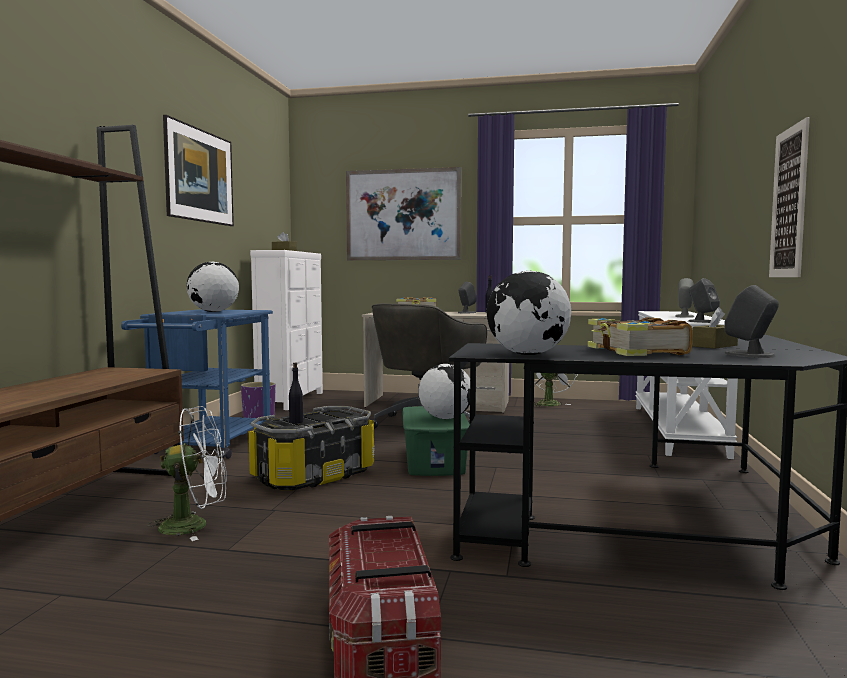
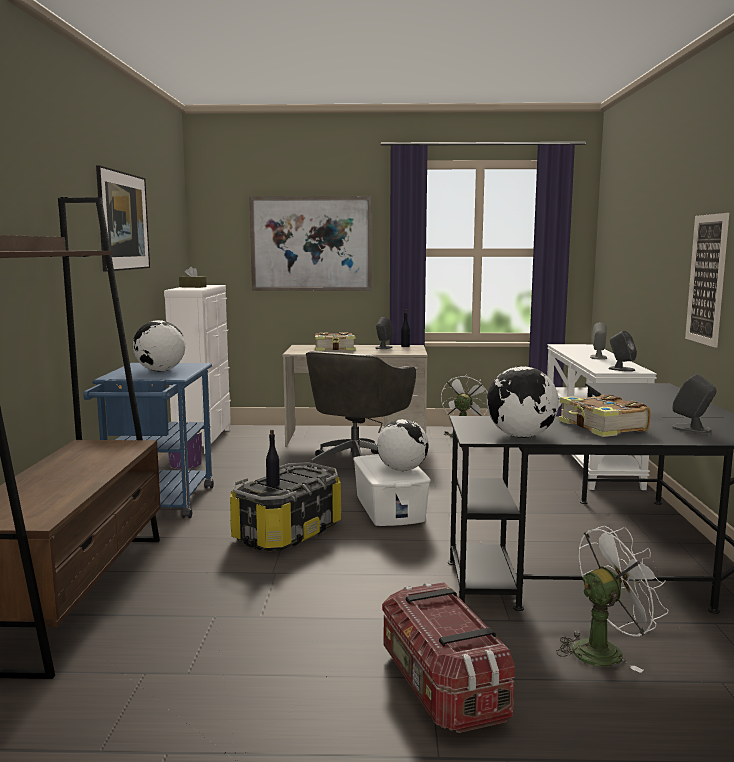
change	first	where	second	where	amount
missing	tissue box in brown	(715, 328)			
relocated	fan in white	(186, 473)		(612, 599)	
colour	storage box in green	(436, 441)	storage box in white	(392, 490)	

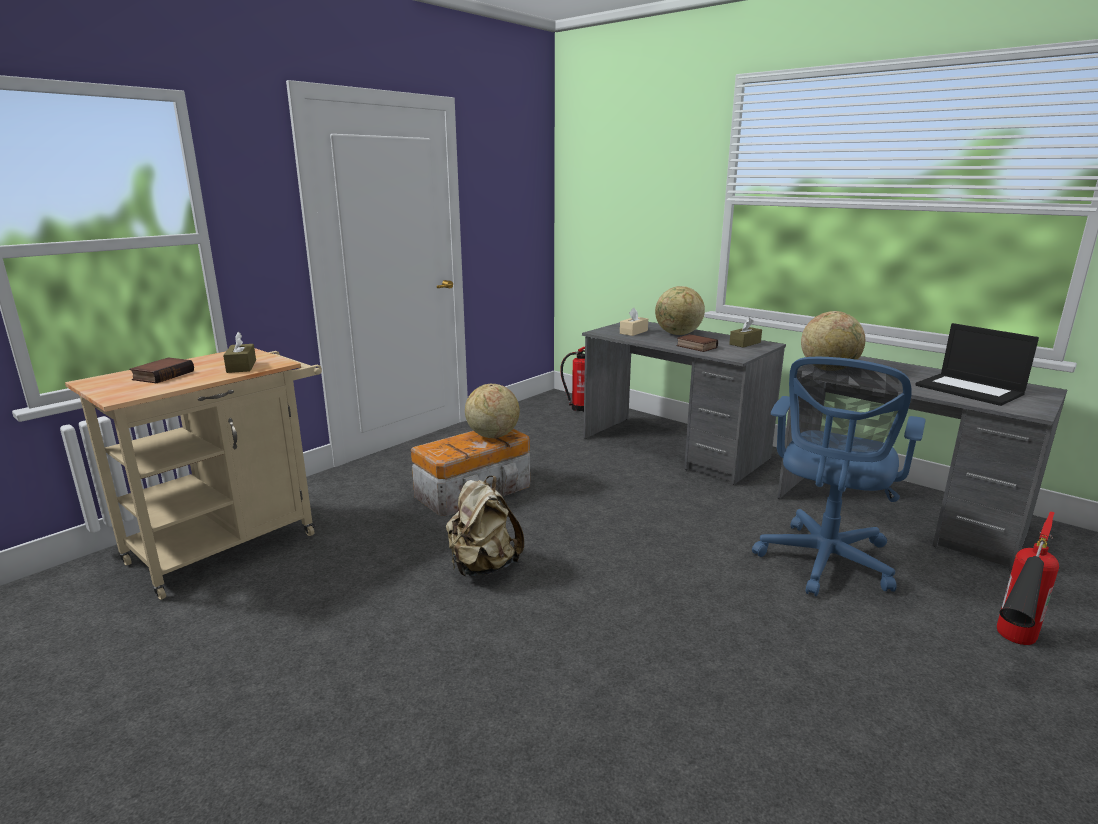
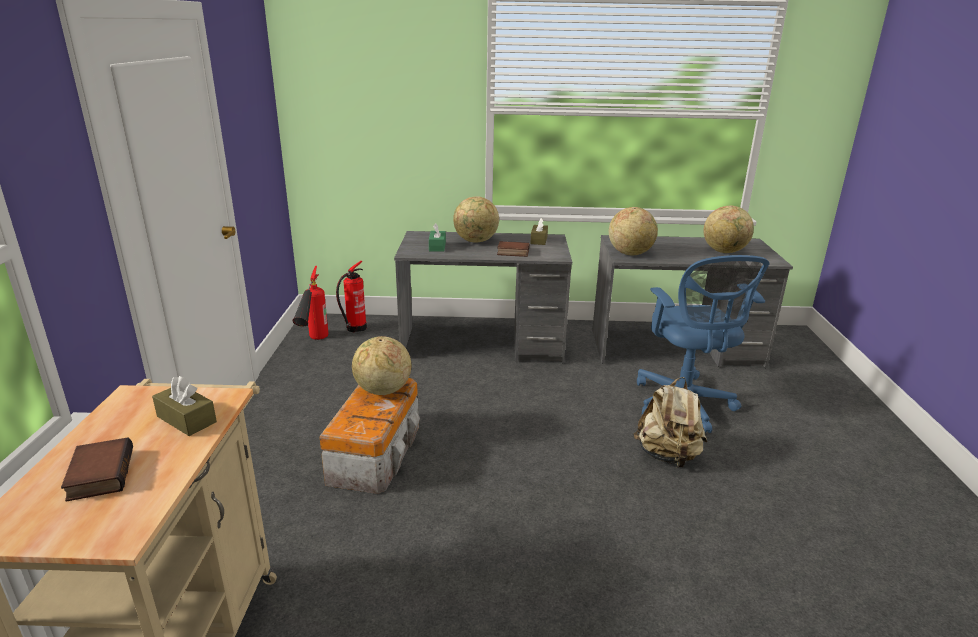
change	first	where	second	where	amount
colour	tissue box in beige	(634, 322)	tissue box in green	(437, 237)	
exchanged	laptop	(977, 364)	globe	(728, 229)	
relocated	backpack in beige	(485, 526)		(670, 422)	
relocated	fire extinguisher	(1028, 578)		(310, 303)	

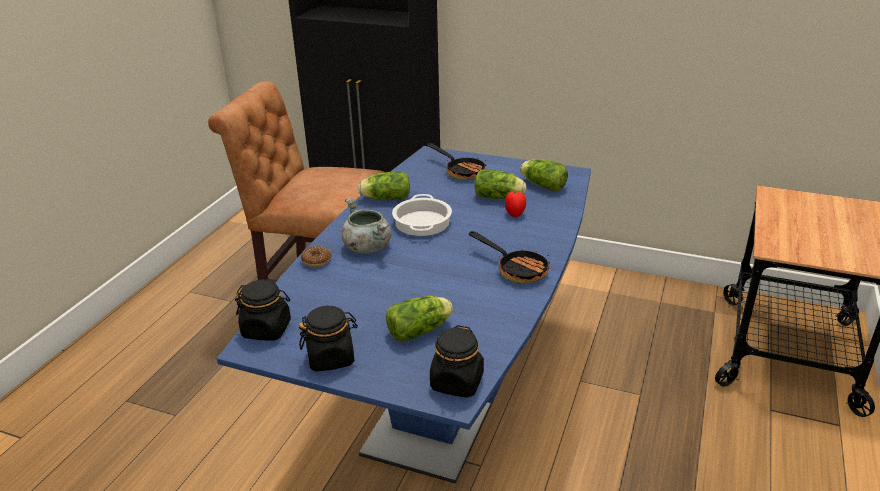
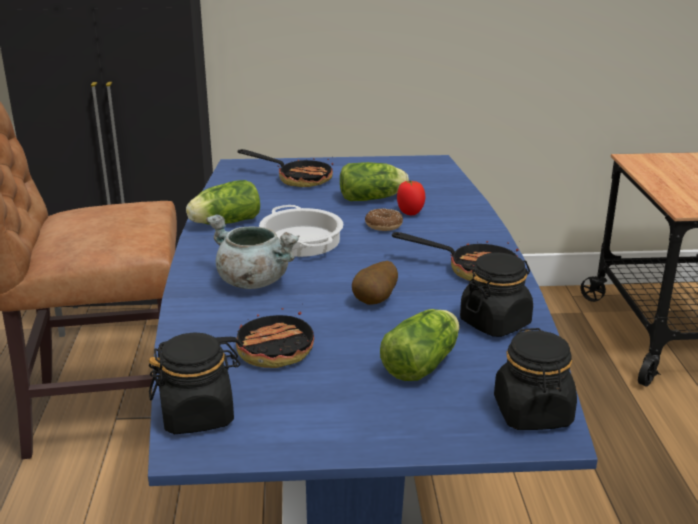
change	first	where	second	where	amount
missing	lettuce	(544, 175)			
relocated	donut	(316, 256)		(384, 219)	
relocated	jar in black	(328, 339)		(496, 295)	
appeared			potato	(375, 283)	
appeared			frying pan	(236, 335)	

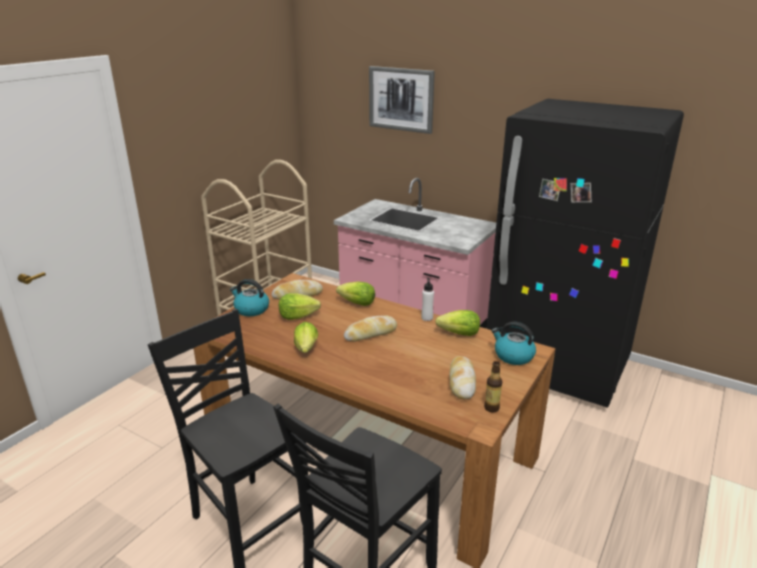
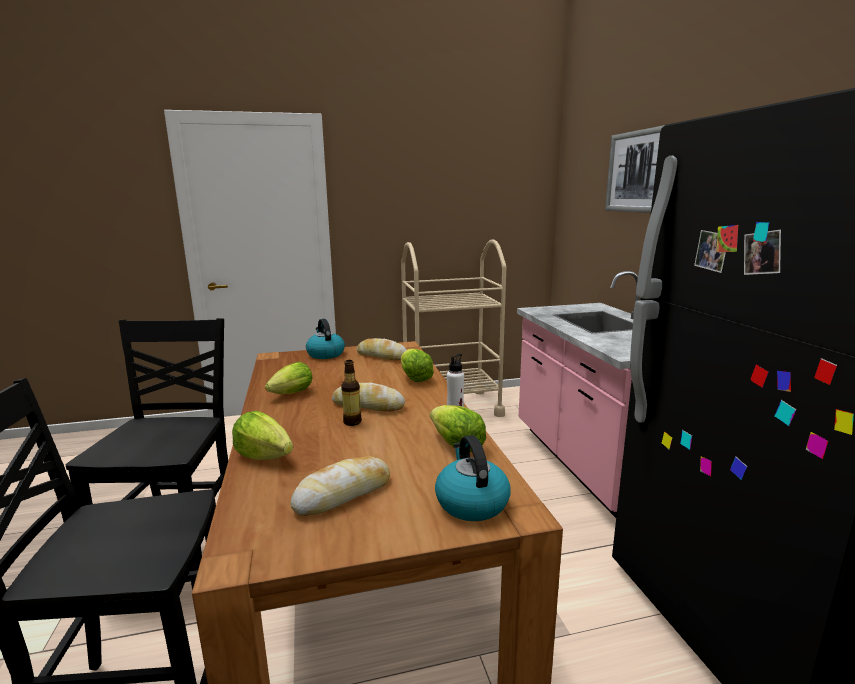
change	first	where	second	where	amount
relocated	lettuce	(300, 306)		(262, 435)	
relocated	bottle	(493, 386)		(351, 393)	

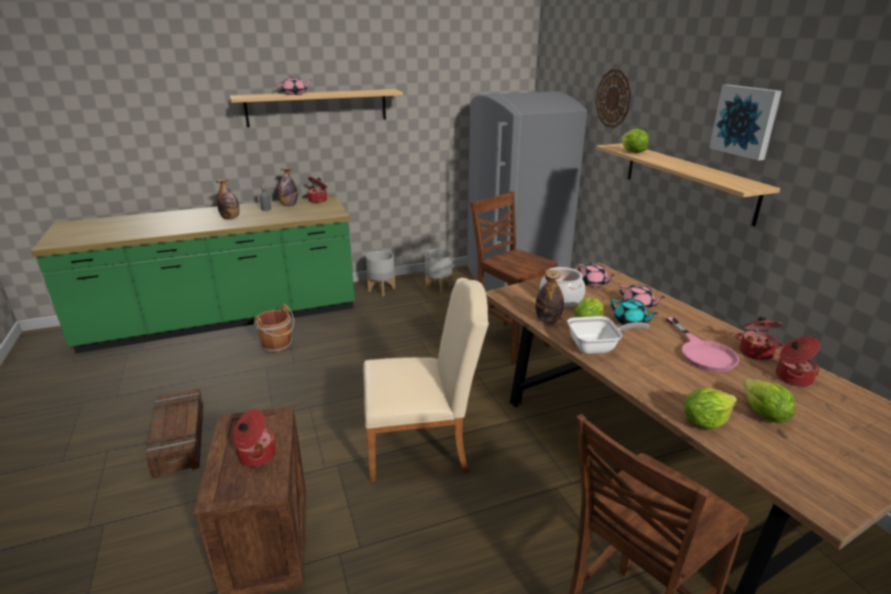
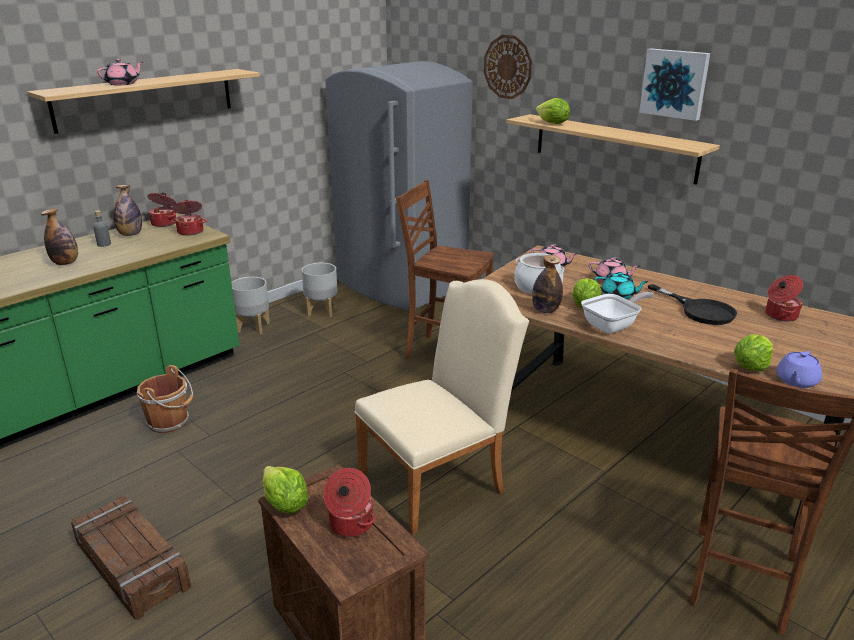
change	first	where	second	where	amount
colour	frying pan in pink	(702, 344)	frying pan in black	(692, 304)	
relocated	cooking pot	(760, 338)		(189, 218)	
relocated	lettuce	(769, 400)		(285, 490)	
appeared			teapot in purple	(799, 369)	

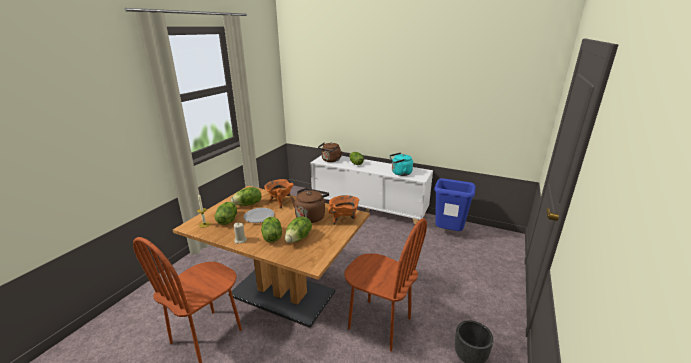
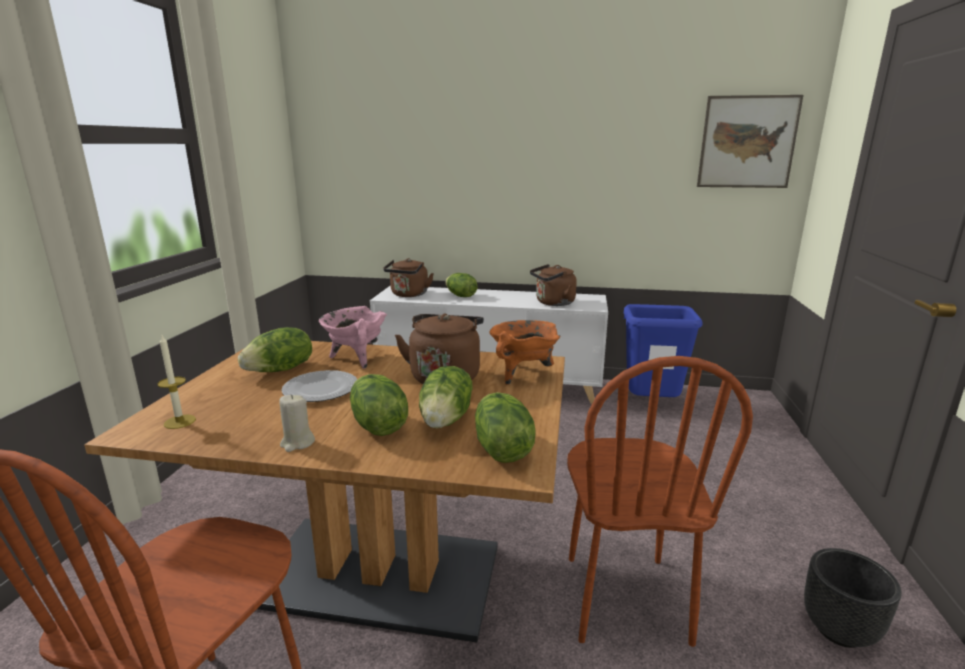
change	first	where	second	where	amount
colour	kettle in turquoise	(401, 164)	kettle in brown	(553, 285)	
colour	cooking pot in orange	(279, 193)	cooking pot in pink	(353, 337)	
relocated	lettuce	(226, 213)		(505, 427)	
spun	chair in brown	(385, 284)		(660, 501)	75 degrees clockwise
appeared			picture	(750, 141)	

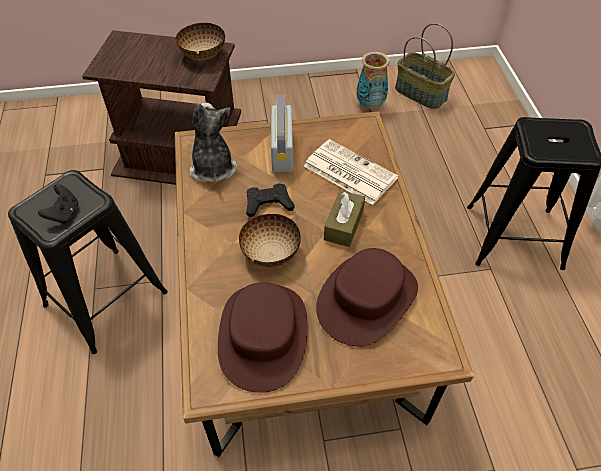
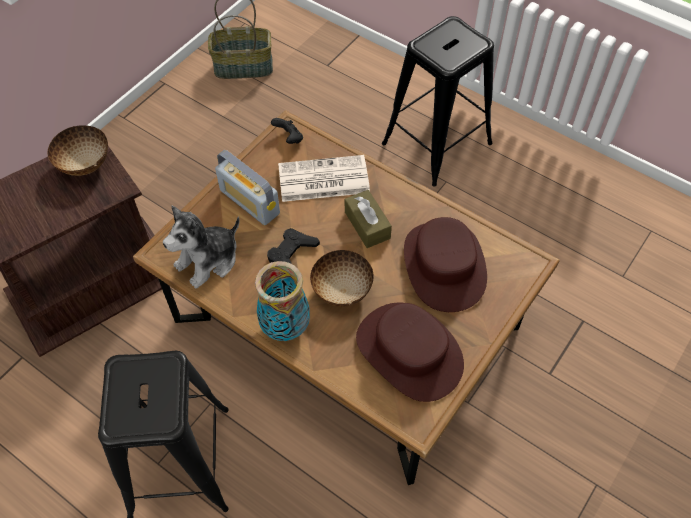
change	first	where	second	where	amount
relocated	vase	(373, 80)		(282, 301)	
spun	plush toy	(213, 142)		(201, 247)	75 degrees counterclockwise
relocated	game controller in black	(58, 204)		(287, 131)	

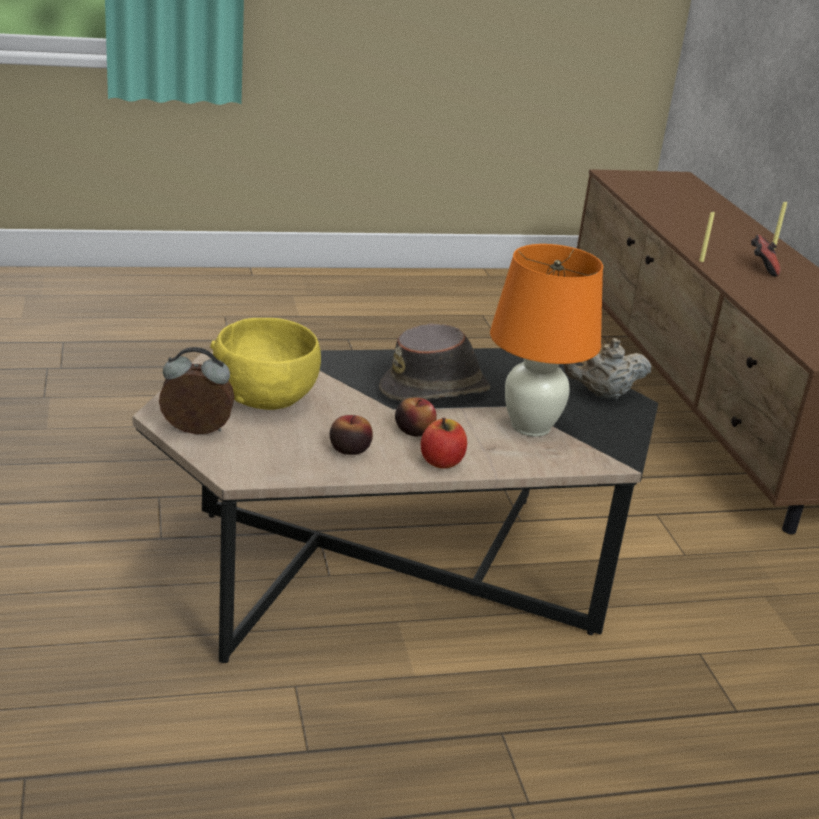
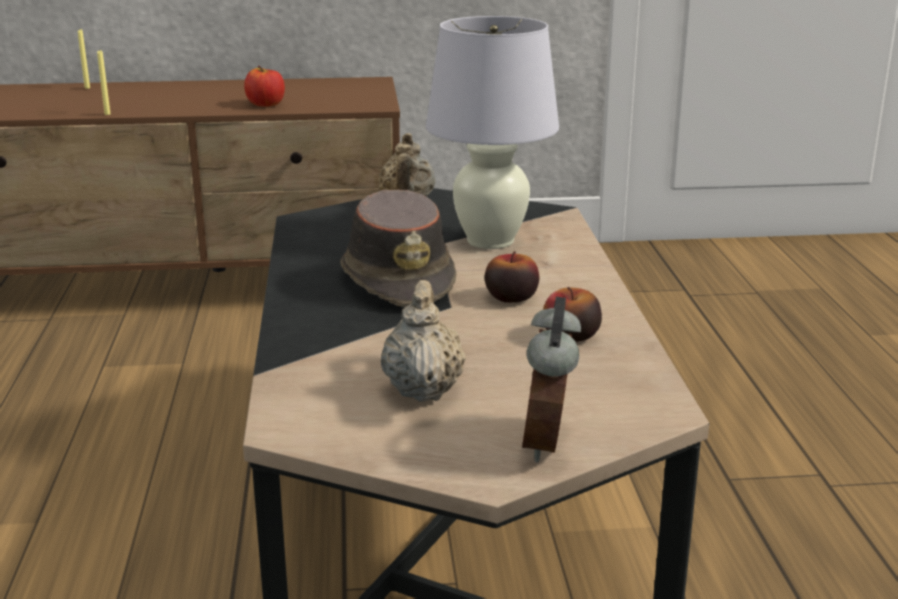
change	first	where	second	where	amount
missing	game controller	(766, 256)			
colour	table lamp in orange	(546, 340)	table lamp in white	(492, 132)	
exchanged	bowl in yellow	(265, 364)	teapot in beige	(423, 341)	
relocated	apple	(444, 443)		(264, 86)	

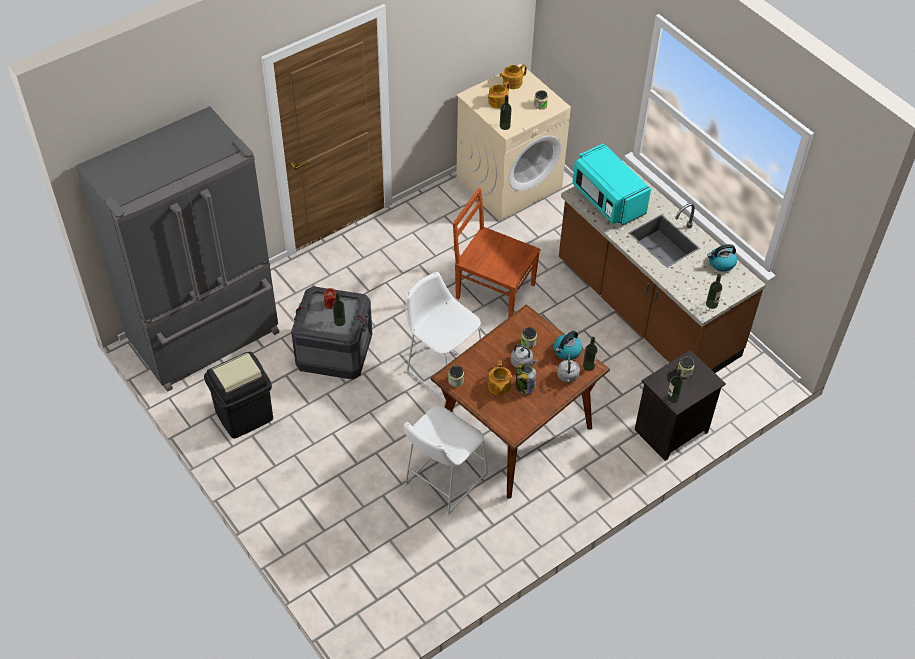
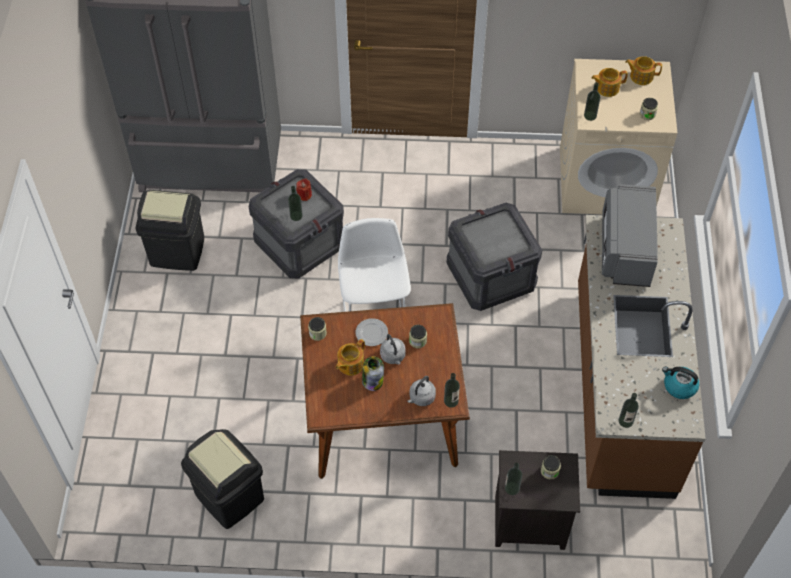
change	first	where	second	where	amount
colour	microwave in turquoise	(611, 184)	microwave in grey	(630, 235)	
exchanged	chair in brown	(497, 253)	crate	(494, 257)	
missing	kettle	(568, 345)			
missing	stool in white	(446, 460)			
appeared			plate	(371, 332)	
appeared			trash can in black	(222, 479)	

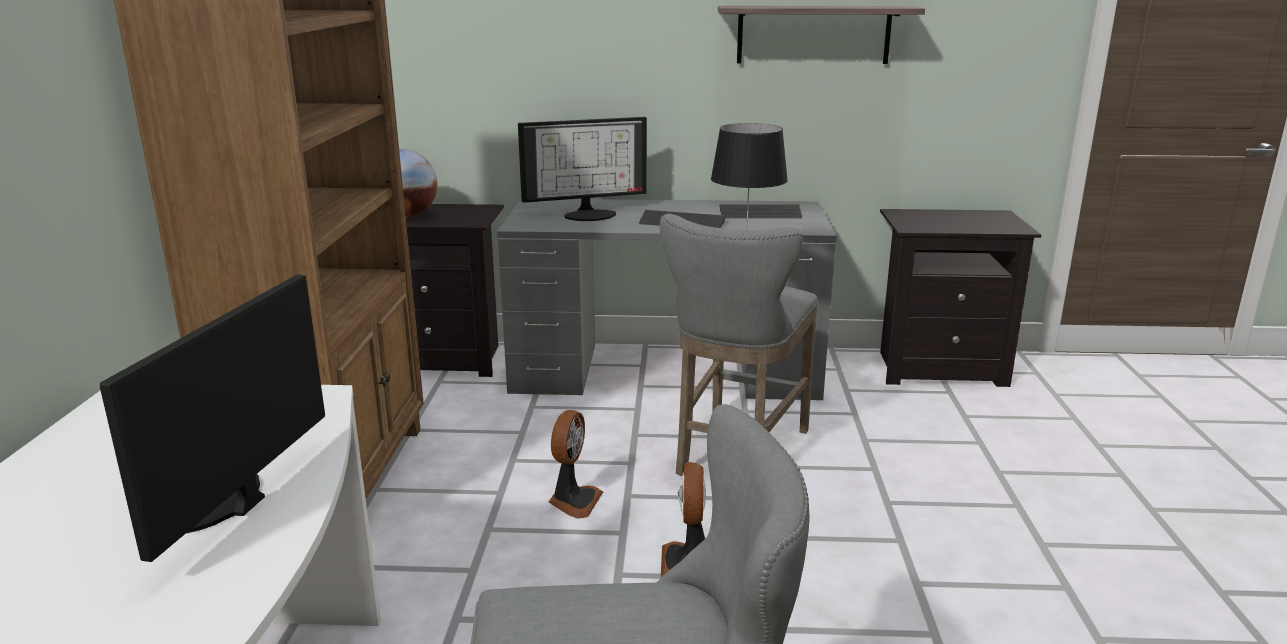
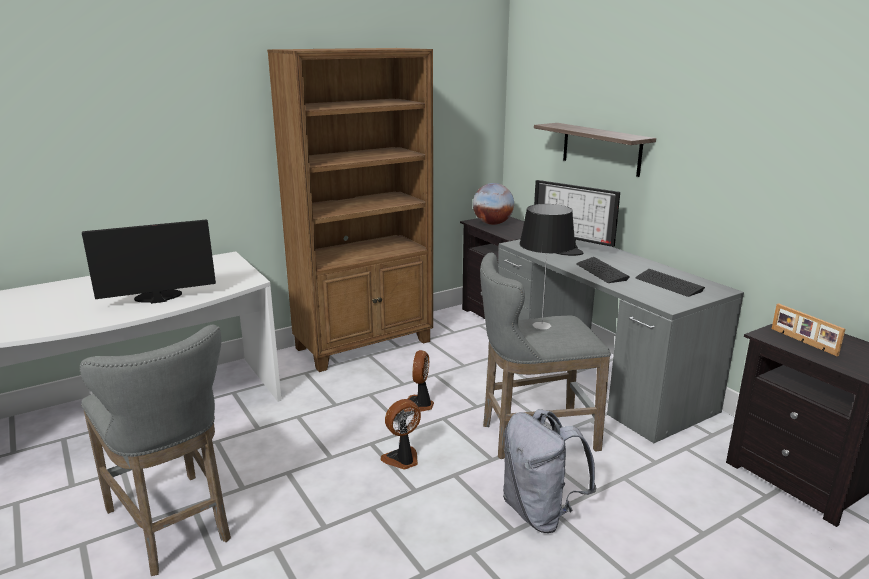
change	first	where	second	where	amount
relocated	shelf	(821, 35)		(595, 150)	
spun	fan	(575, 464)		(419, 381)	120 degrees clockwise
appeared			picture frame	(808, 329)	
appeared			backpack in grey	(549, 471)	

